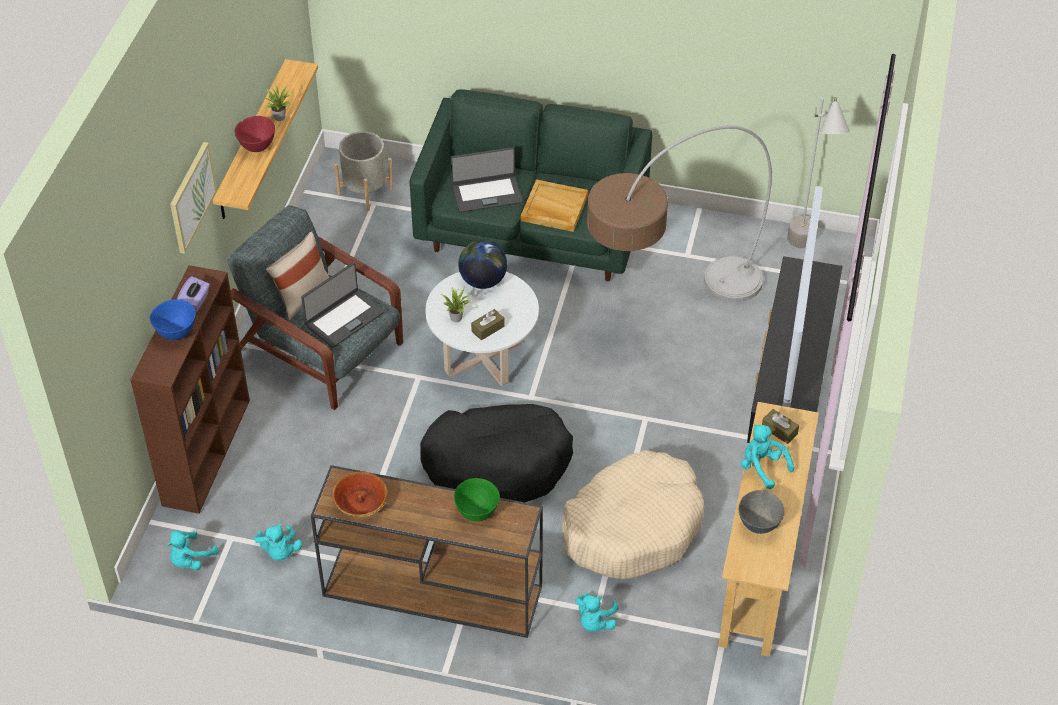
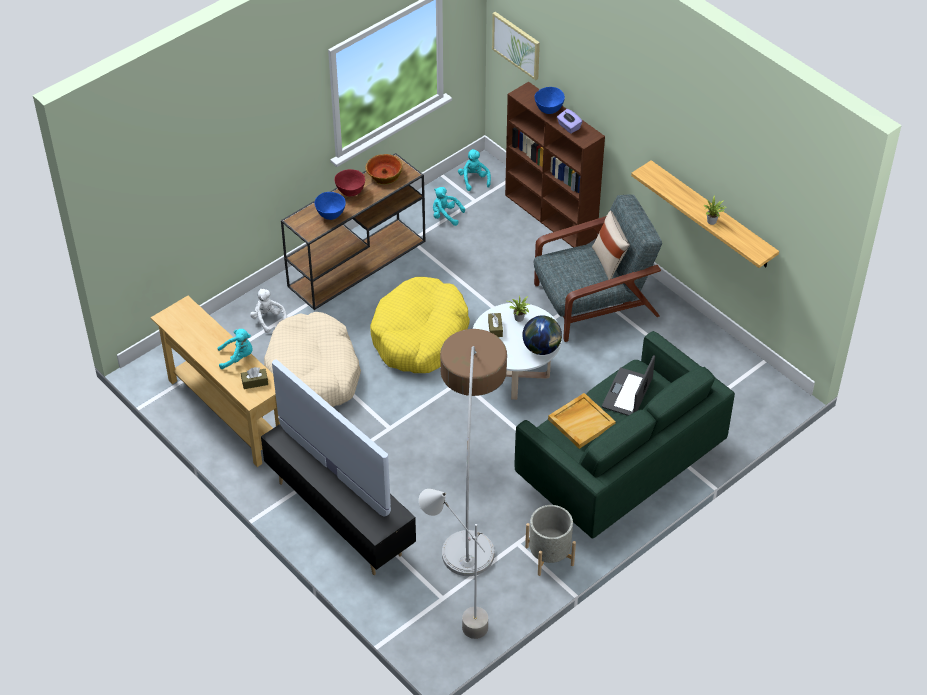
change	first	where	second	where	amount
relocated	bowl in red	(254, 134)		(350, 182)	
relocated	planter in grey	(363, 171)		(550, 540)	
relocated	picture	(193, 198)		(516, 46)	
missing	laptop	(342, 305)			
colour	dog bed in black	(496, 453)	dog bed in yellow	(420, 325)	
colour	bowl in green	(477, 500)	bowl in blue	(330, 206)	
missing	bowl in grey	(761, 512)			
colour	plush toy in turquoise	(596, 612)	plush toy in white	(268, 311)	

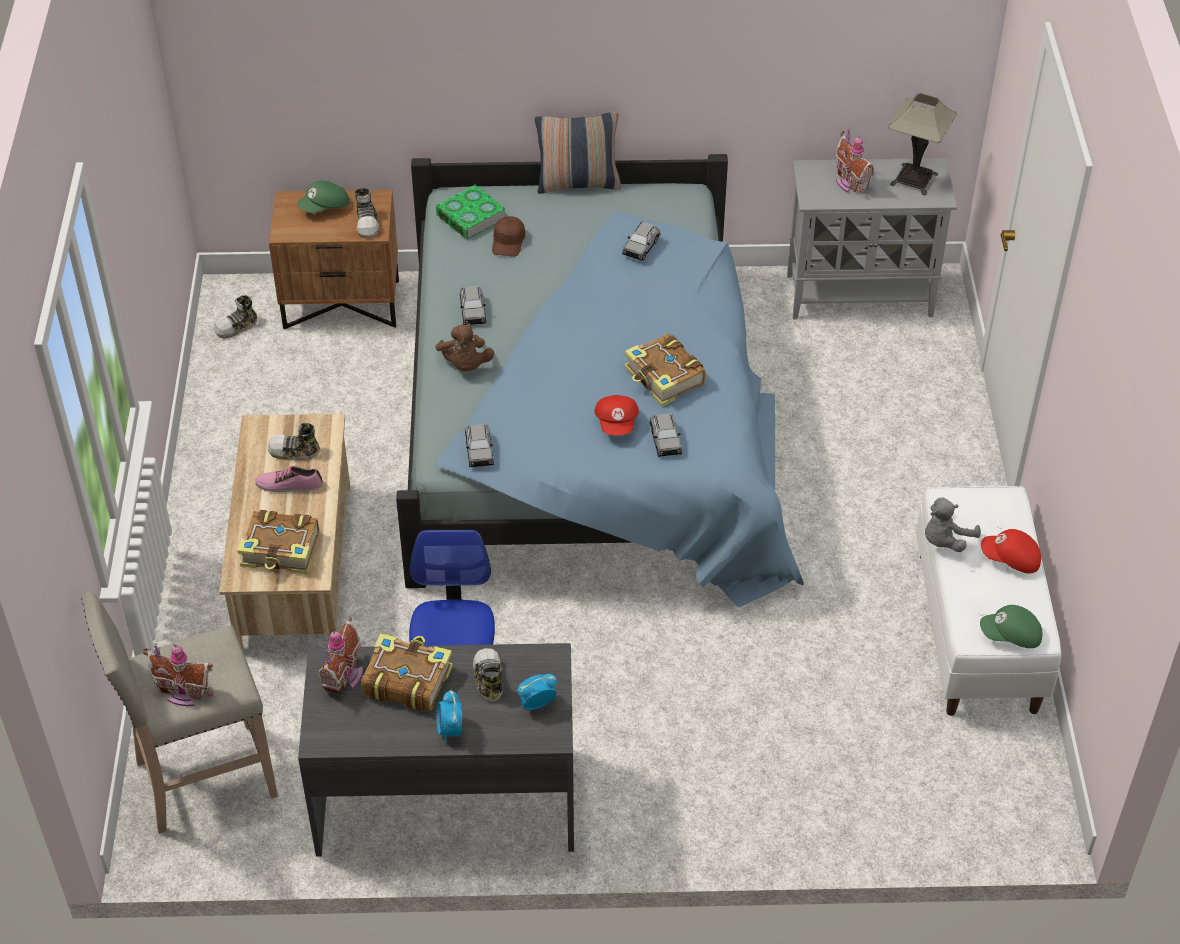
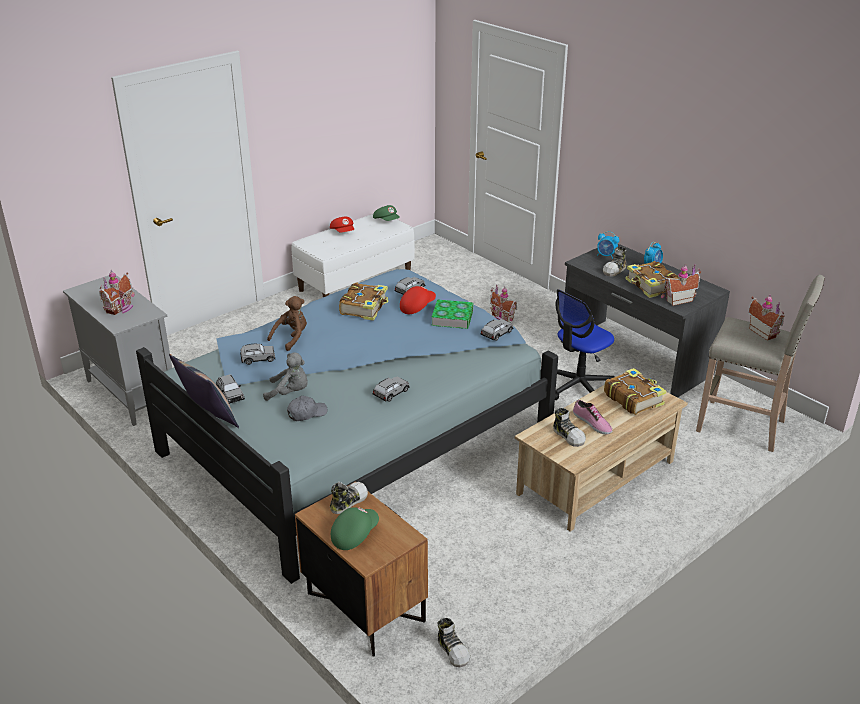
change	first	where	second	where	amount
missing	table lamp	(922, 144)			
spun	cap in green	(323, 196)		(355, 528)	60 degrees counterclockwise
relocated	book	(471, 212)		(452, 314)	
colour	cap in brown	(508, 236)	cap in grey	(307, 408)	
spun	shoe	(235, 316)		(454, 642)	45 degrees clockwise
relocated	plush toy in brown	(465, 347)		(287, 323)	
relocated	plush toy in grey	(953, 524)		(285, 376)	
appeared			toy house	(503, 303)	
appeared			toy car in grey	(230, 389)	

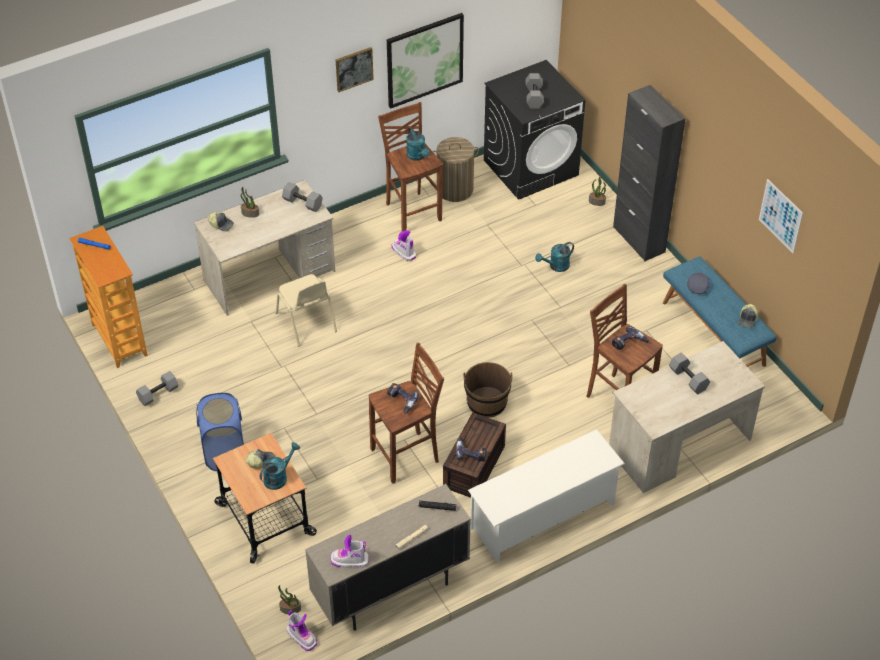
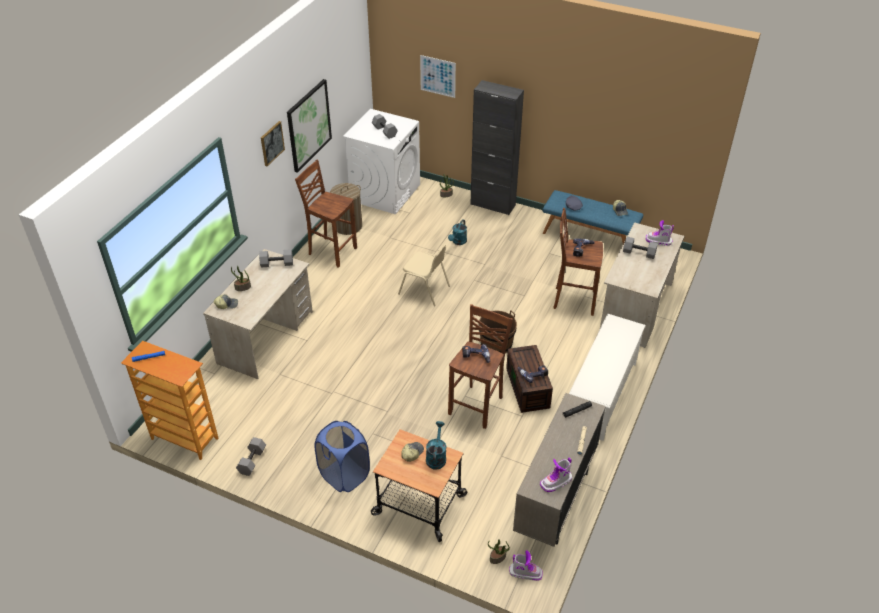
change	first	where	second	where	amount
colour	washing machine in black	(534, 130)	washing machine in white	(381, 161)	
missing	watering can in turquoise	(418, 144)			
relocated	picture	(781, 216)		(438, 76)	
relocated	boot	(404, 246)		(660, 233)	
relocated	chair in beige	(306, 310)		(424, 274)	

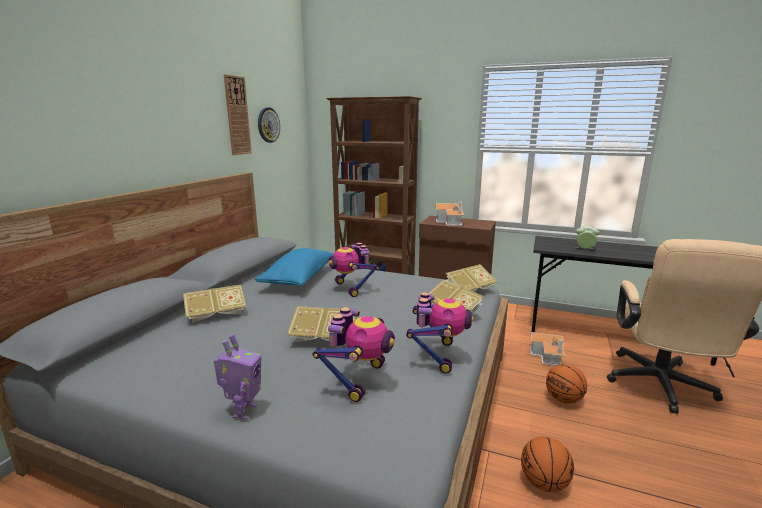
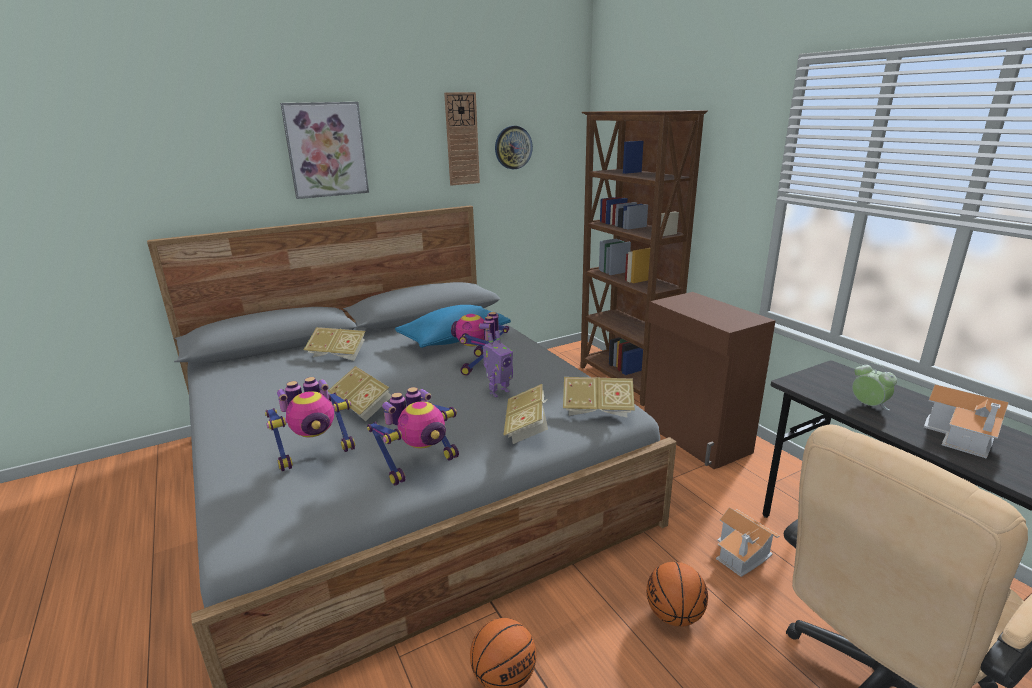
change	first	where	second	where	amount
relocated	toy house	(449, 214)		(966, 421)	
relocated	toy robot	(237, 377)		(498, 364)	
appeared			picture	(324, 150)	

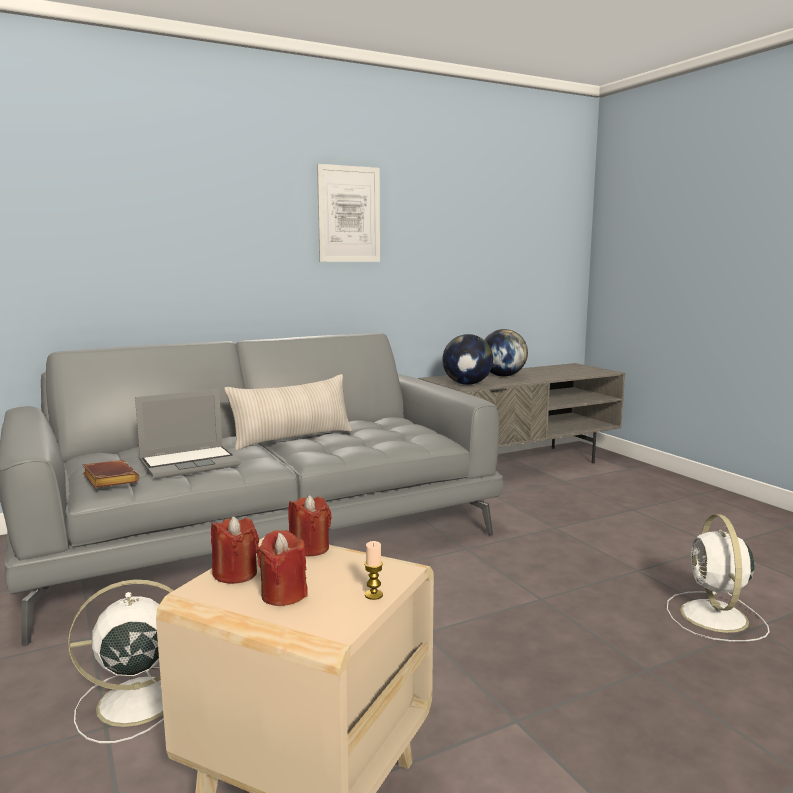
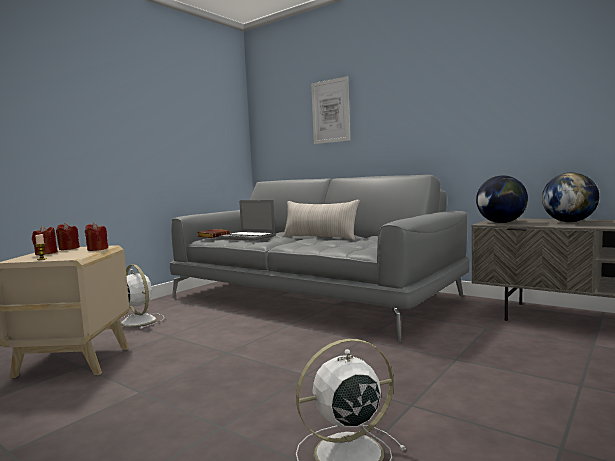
change	first	where	second	where	amount
relocated	picture	(348, 213)		(330, 110)	

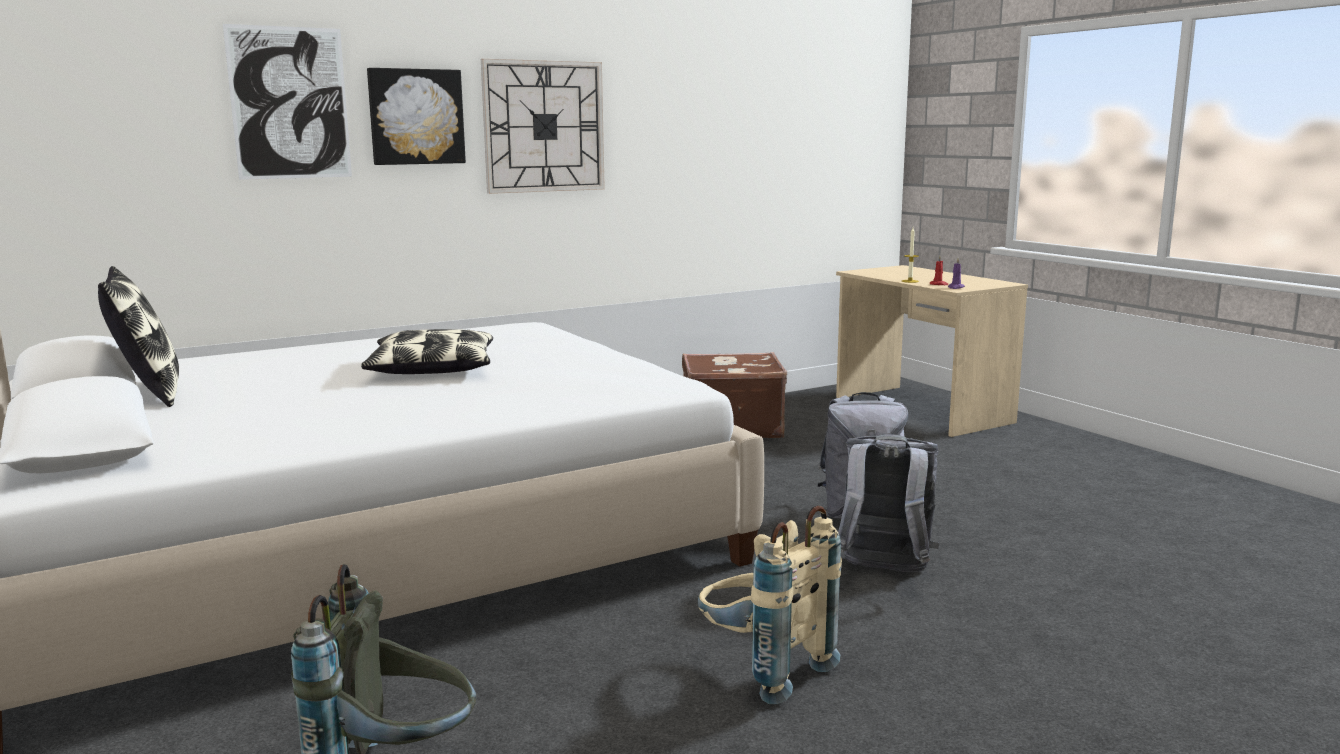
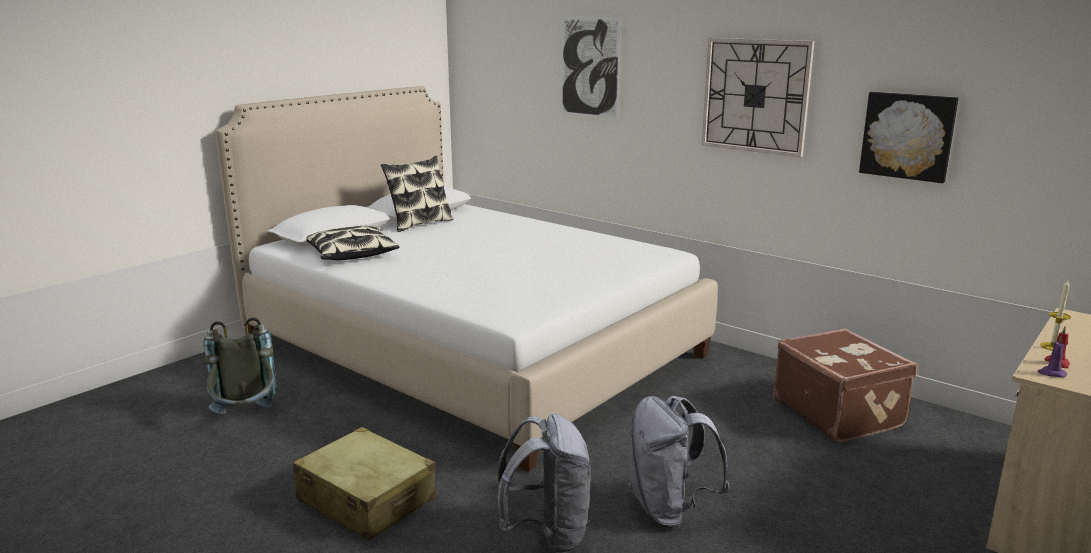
change	first	where	second	where	amount
relocated	picture	(416, 116)		(909, 137)	
relocated	pillow	(427, 351)		(352, 243)	
exchanged	backpack in beige	(770, 604)	suitcase in beige	(364, 484)	

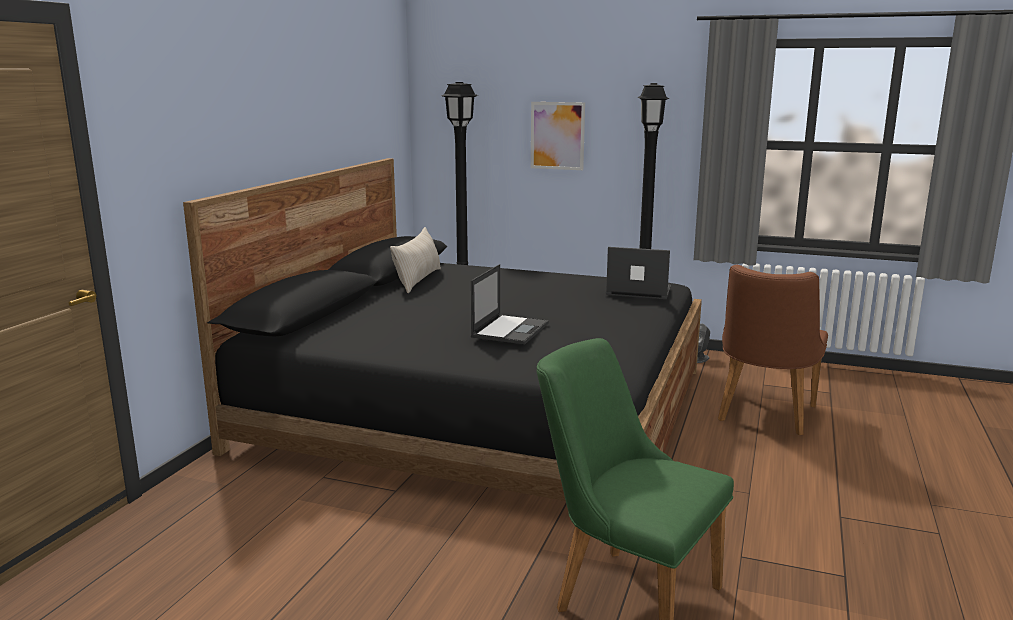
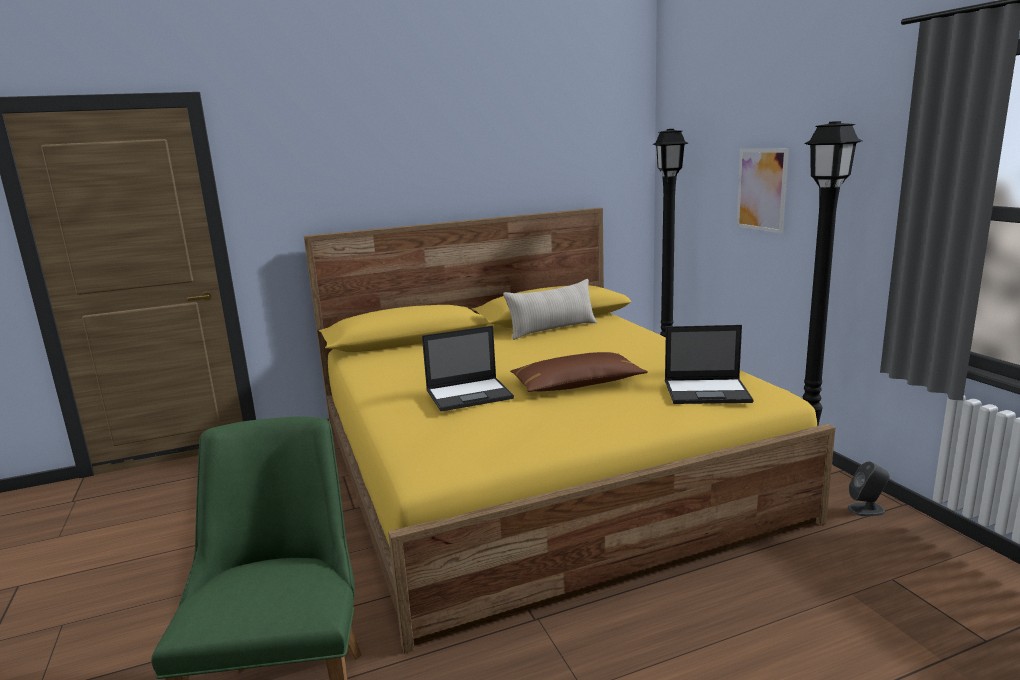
change	first	where	second	where	amount
colour	bed in black	(442, 329)	bed in yellow	(569, 430)	
spun	laptop	(638, 273)		(709, 364)	120 degrees clockwise
missing	chair in brown	(773, 350)			
appeared			pillow in brown	(579, 372)	

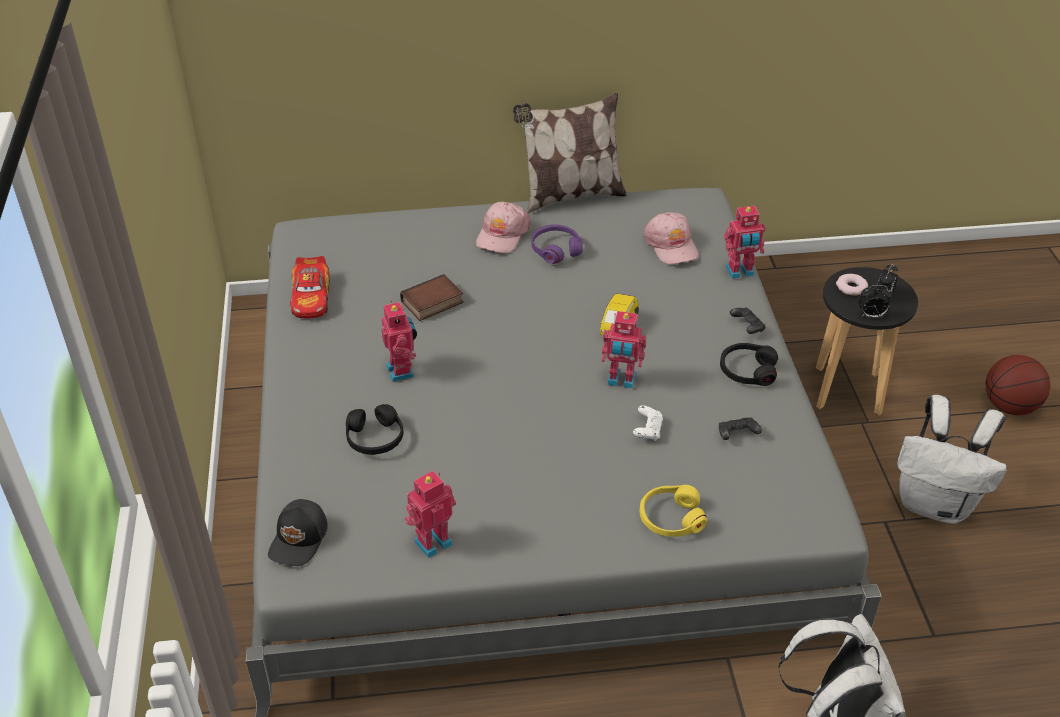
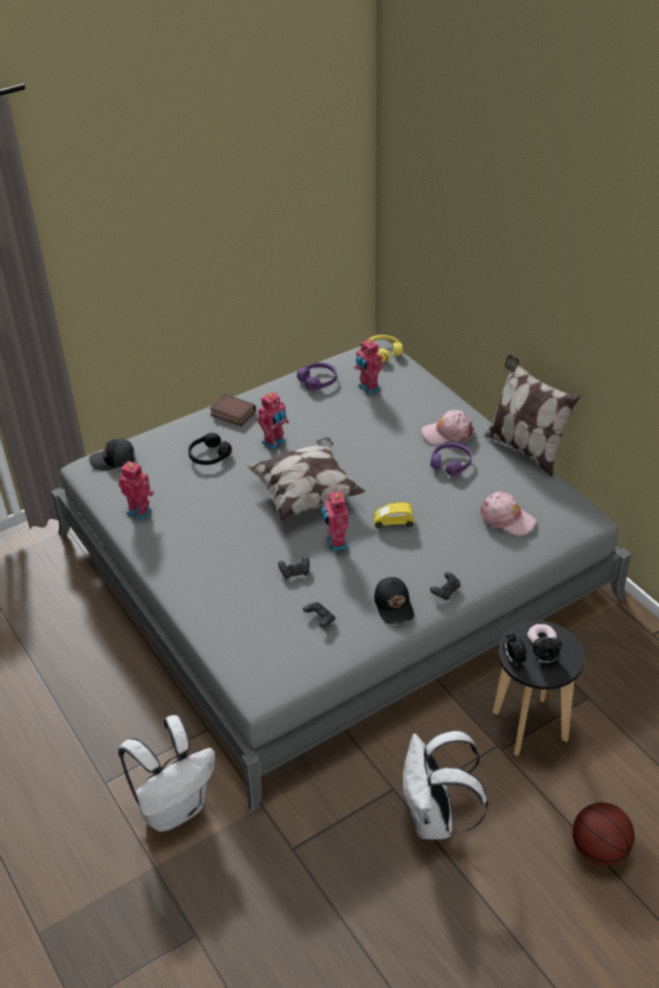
change	first	where	second	where	amount
relocated	toy robot	(744, 242)		(368, 367)	
spun	cap in pink	(671, 238)		(508, 514)	105 degrees counterclockwise
exchanged	toy car	(310, 287)	headphones in purple	(317, 377)	
relocated	book	(431, 297)		(233, 410)	
exchanged	headphones in black	(749, 364)	cap in black	(394, 600)	
colour	game controller in white	(648, 423)	game controller in black	(294, 567)	
relocated	headphones in yellow	(673, 511)		(386, 348)	
appeared			pillow	(305, 479)	

